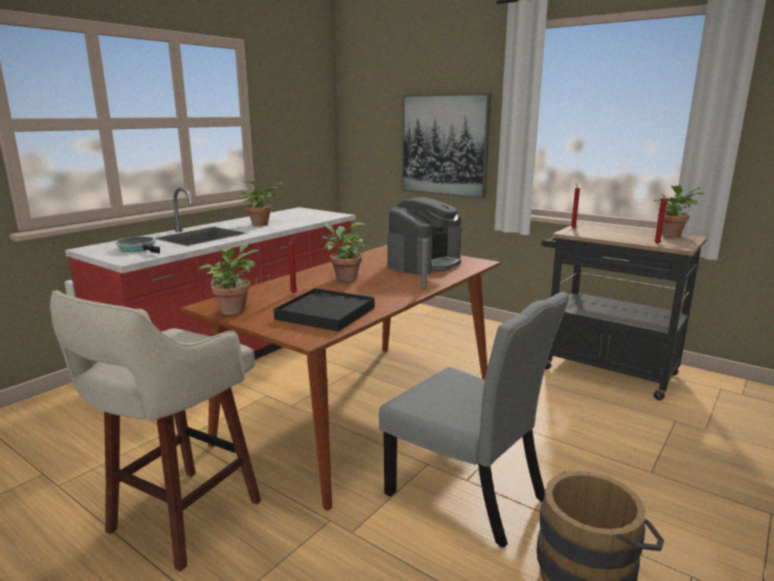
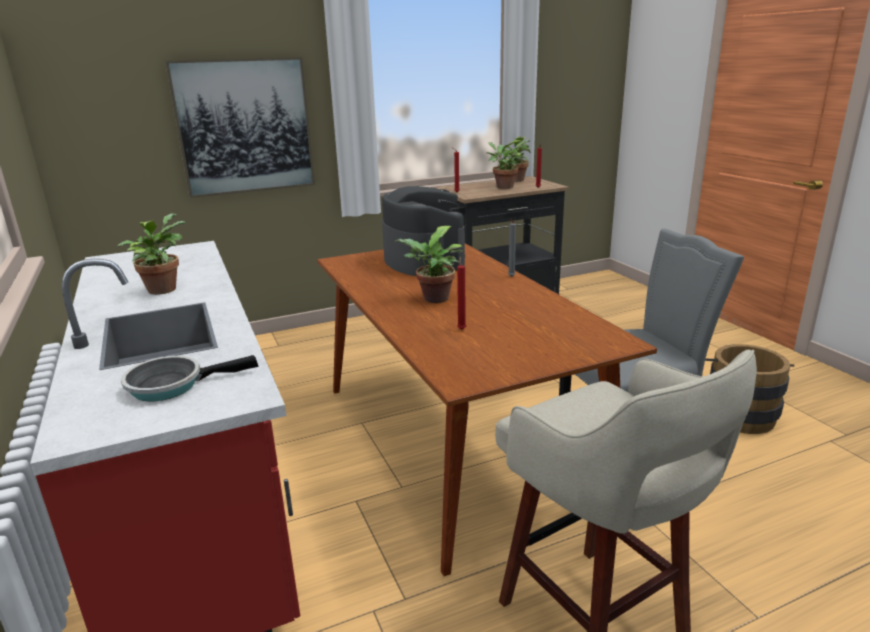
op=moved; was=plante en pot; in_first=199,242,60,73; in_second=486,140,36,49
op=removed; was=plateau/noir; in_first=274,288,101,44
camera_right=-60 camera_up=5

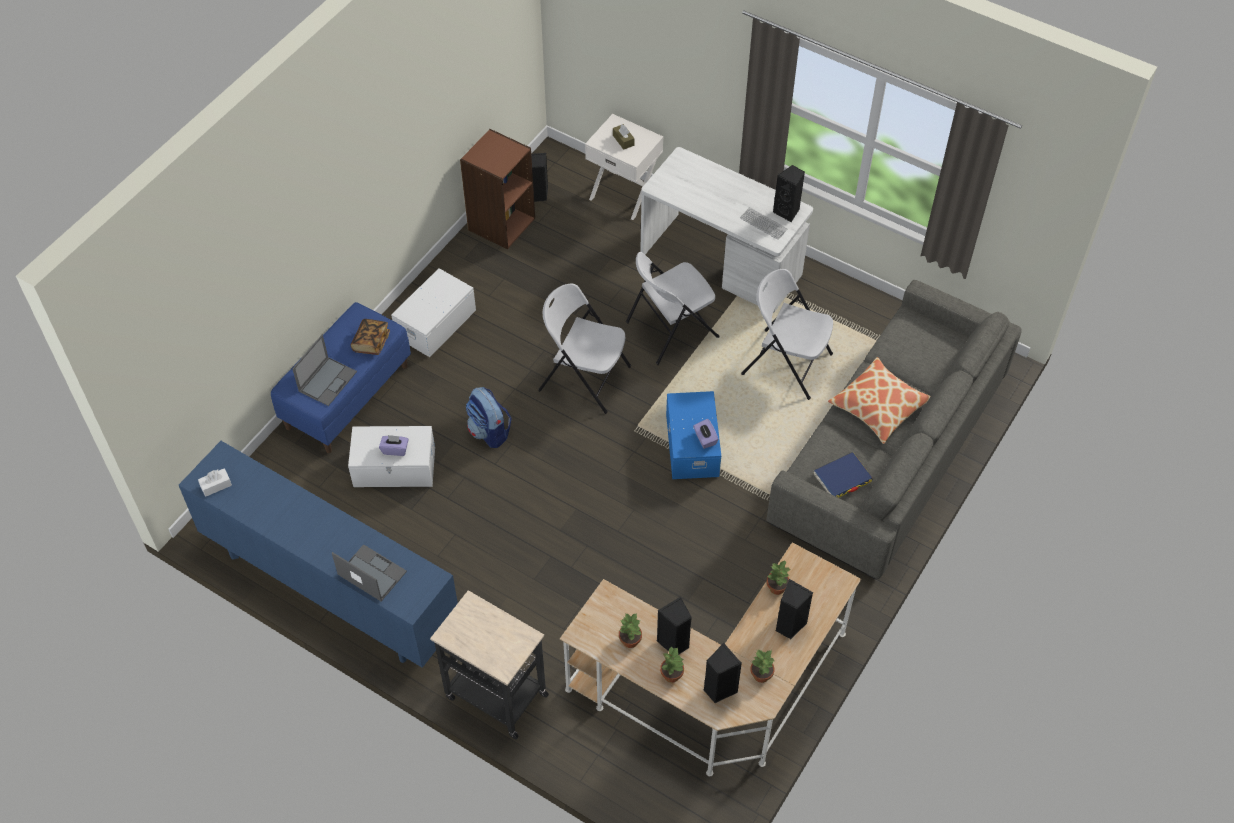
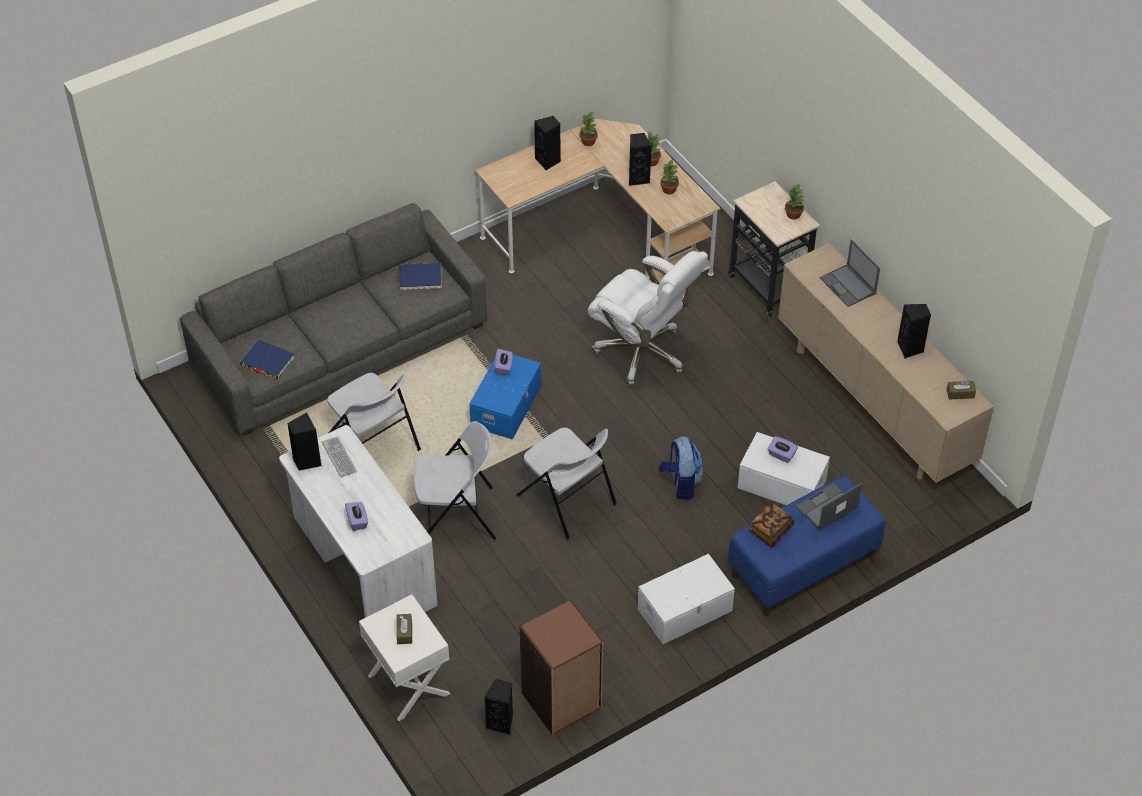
op=removed; was=coussin; in_first=828,357,103,87
op=recoloured; was=meuble de rangement/bleu; now=meuble de rangement/beige; in_first=179,441,279,227; in_second=778,243,216,240
op=recoloured; was=boîte à mouchoirs/blanc; now=boîte à mouchoirs/marron; in_first=198,468,34,29; in_second=947,380,29,20
op=moved; was=plante en pot; in_first=767,560,24,35; in_second=785,184,20,36
op=moved; was=enceinte/noir; in_first=704,643,38,60; in_second=897,304,34,55
op=added; now=chaise de bureau/blanc; in_second=588,251,120,134
op=added; now=livre/bleu; in_second=240,340,54,39
op=added; now=boîte à mouchoirs/violet; in_second=345,502,23,29
camera_right=-155 camera_up=-5

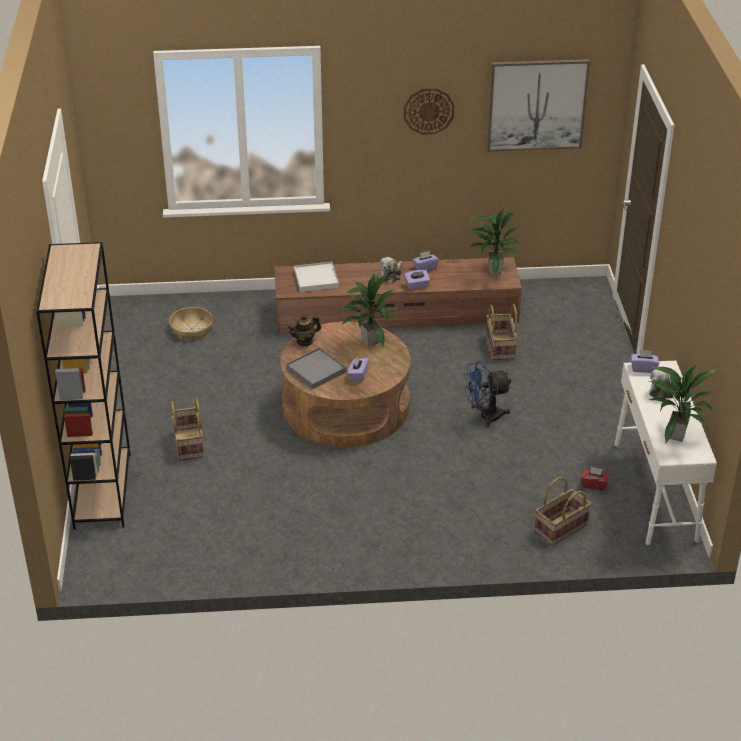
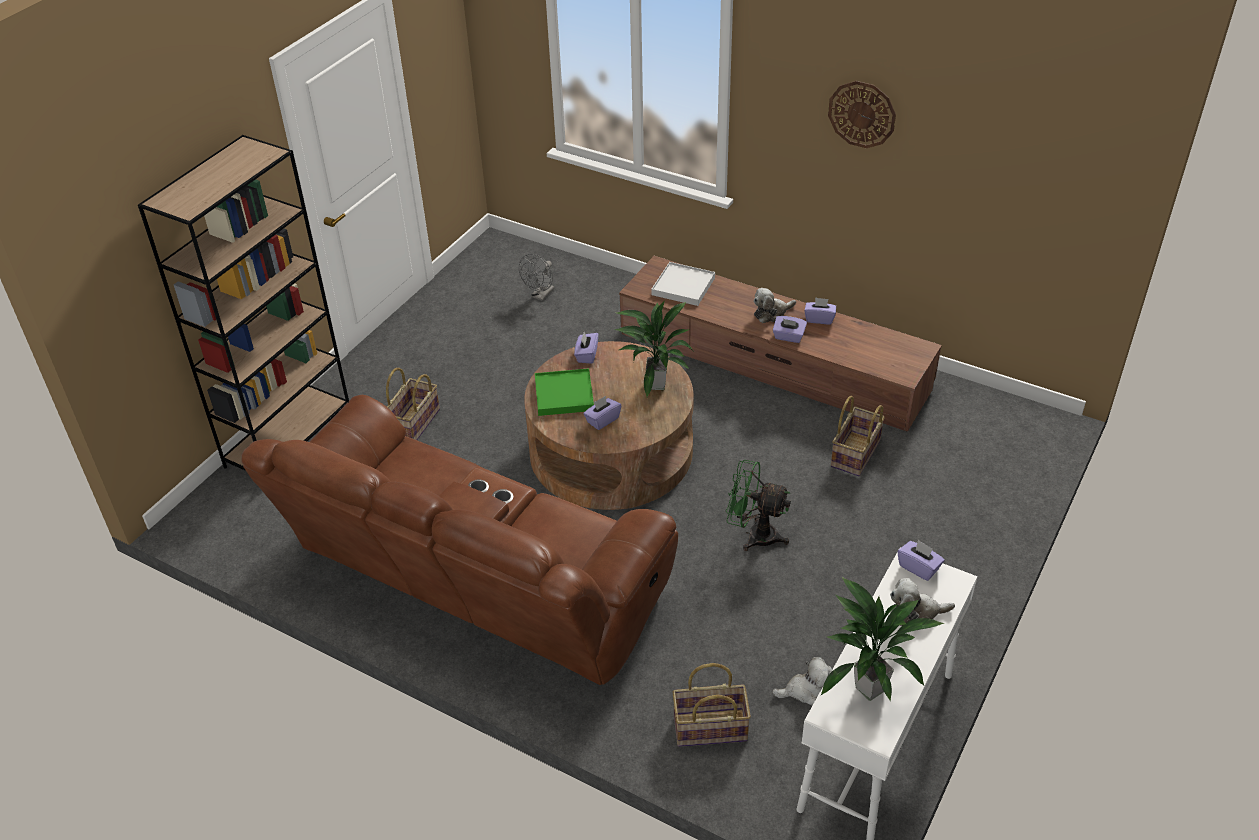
op=removed; was=tableau; in_first=487,59,103,93
op=removed; was=plante en pot; in_first=467,208,54,67
op=replaced; was=panier; now=ventilateur/gris; in_first=169,307,44,33; in_second=519,254,35,47
op=replaced; was=théière; now=boîte à mouchoirs/violet; in_first=288,315,33,31; in_second=574,332,24,31
op=recoloured; was=plateau/gris; now=plateau/vert; in_first=286,347,60,42; in_second=535,368,59,48
op=recoloured; was=ventilateur/bleu; now=ventilateur/vert; in_first=464,361,48,67; in_second=726,460,65,91
op=replaced; was=boîte à mouchoirs/rouge; now=peluche; in_first=581,467,28,24; in_second=772,657,60,49
op=added; now=canapé/marron; in_second=241,395,437,290
camera_right=35 camera_up=5

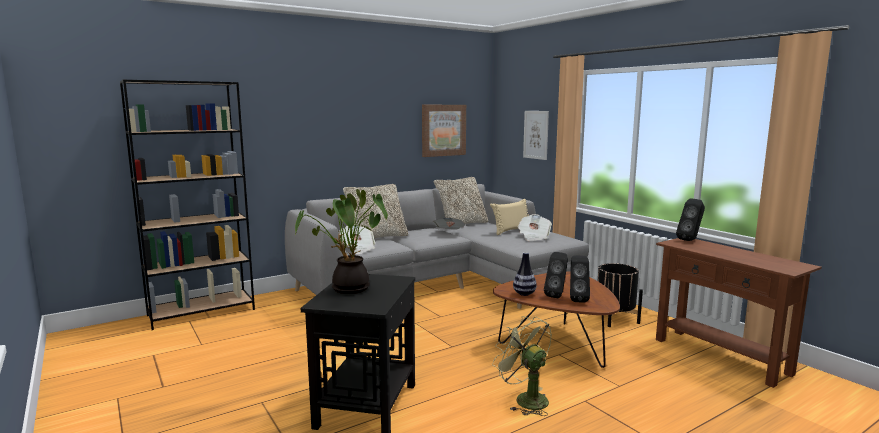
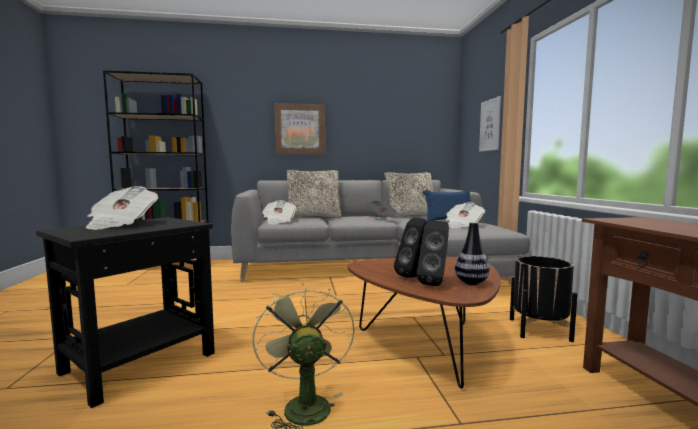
op=moved; was=tableau; in_first=422,105,44,52; in_second=274,103,51,52
op=replaced; was=plante en pot; now=journal; in_first=295,189,93,105; in_second=86,186,72,44
op=recoloured; was=coussin/beige; now=coussin/bleu; in_first=490,199,39,36; in_second=423,189,48,33
op=removed; was=enceinte/noir; in_first=676,199,29,42
op=moved; was=vase; in_first=513,252,24,44; in_second=455,222,35,63
camera_right=25 camera_up=-5

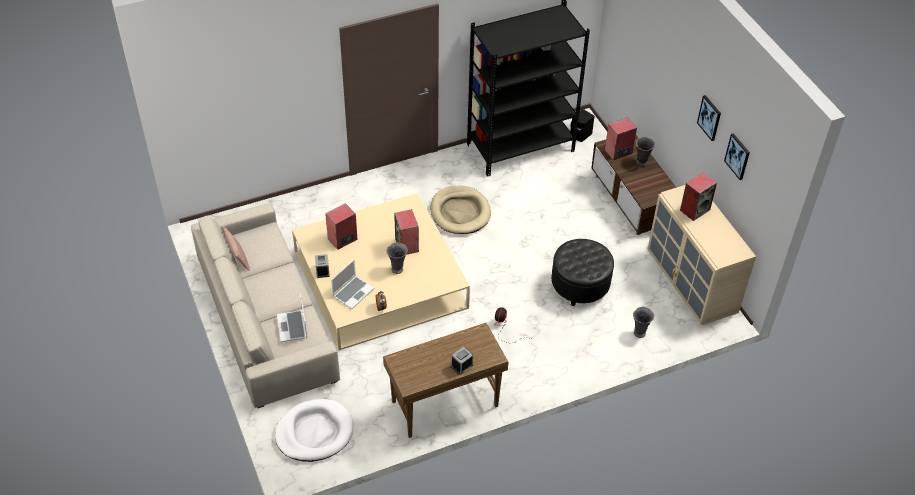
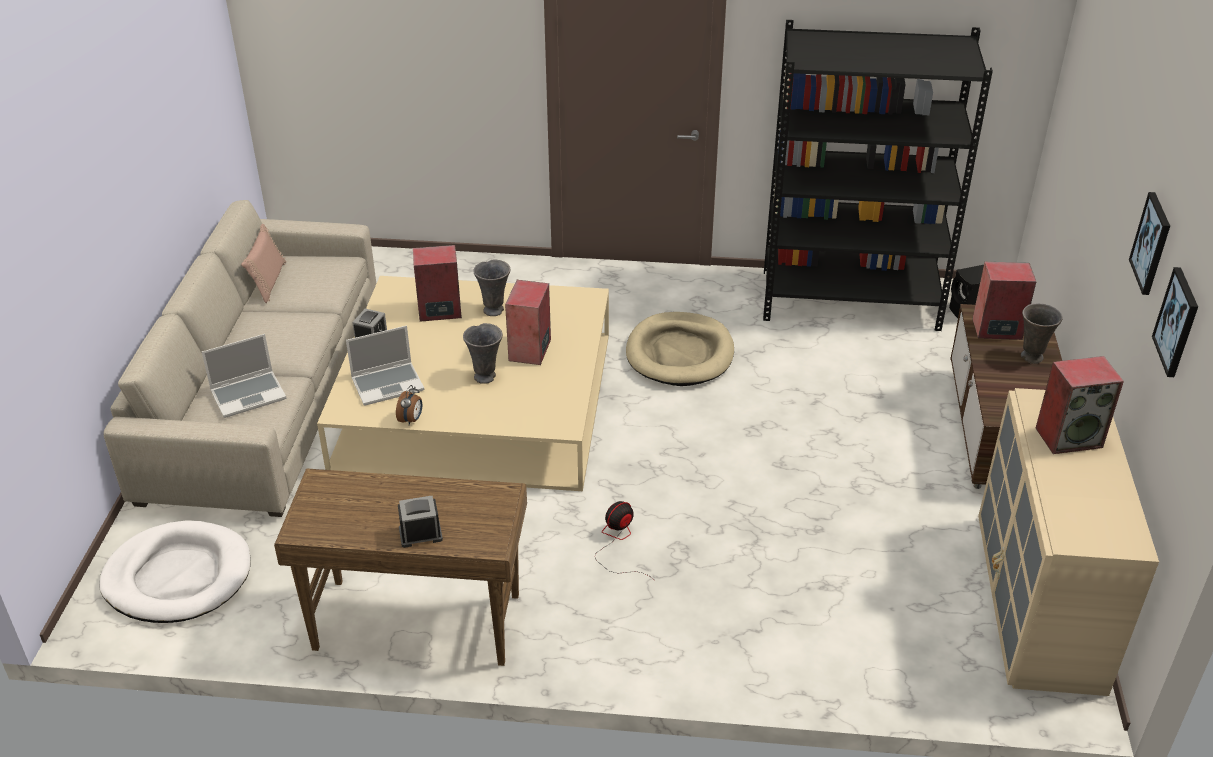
op=removed; was=pouf/noir; in_first=551,239,63,67
op=turned; was=ordinateur portable; in_first=277,294,31,48; in_second=202,334,84,84; clockwise=-135
op=moved; was=vase/gris; in_first=633,307,21,31; in_second=473,259,37,57
camera_right=30 camera_up=-10

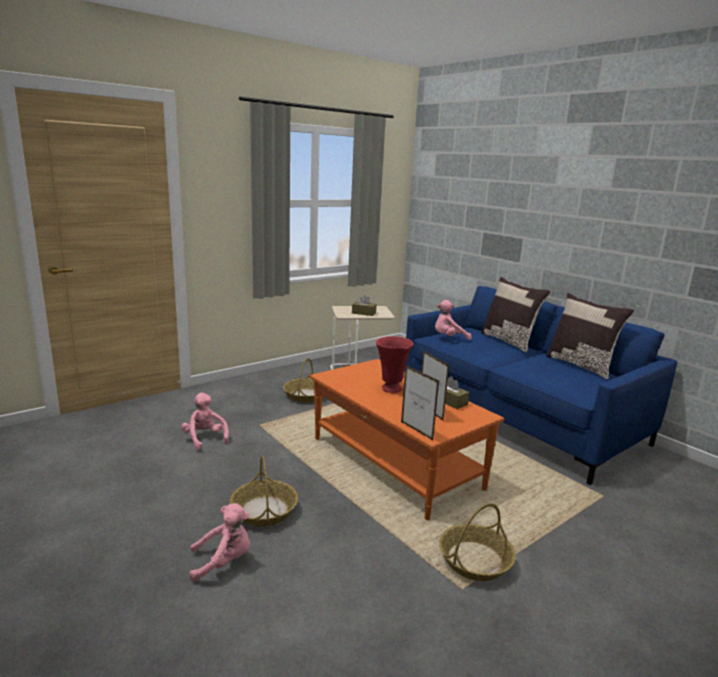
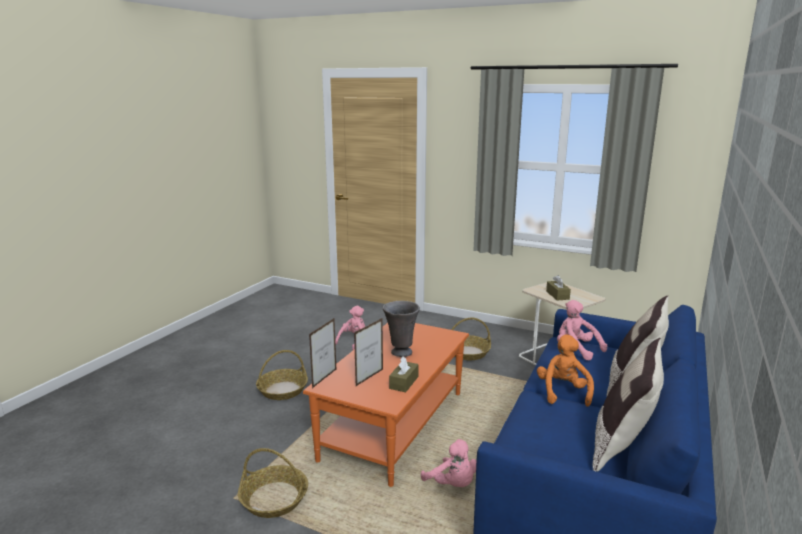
op=recoloured; was=vase/rouge; now=vase/gris; in_first=376,336,37,57; in_second=382,301,38,56
op=moved; was=peluche/rose; in_first=189,503,61,79; in_second=421,439,55,48
op=added; now=peluche/orange; in_second=537,335,57,72
camera_right=65 camera_up=0

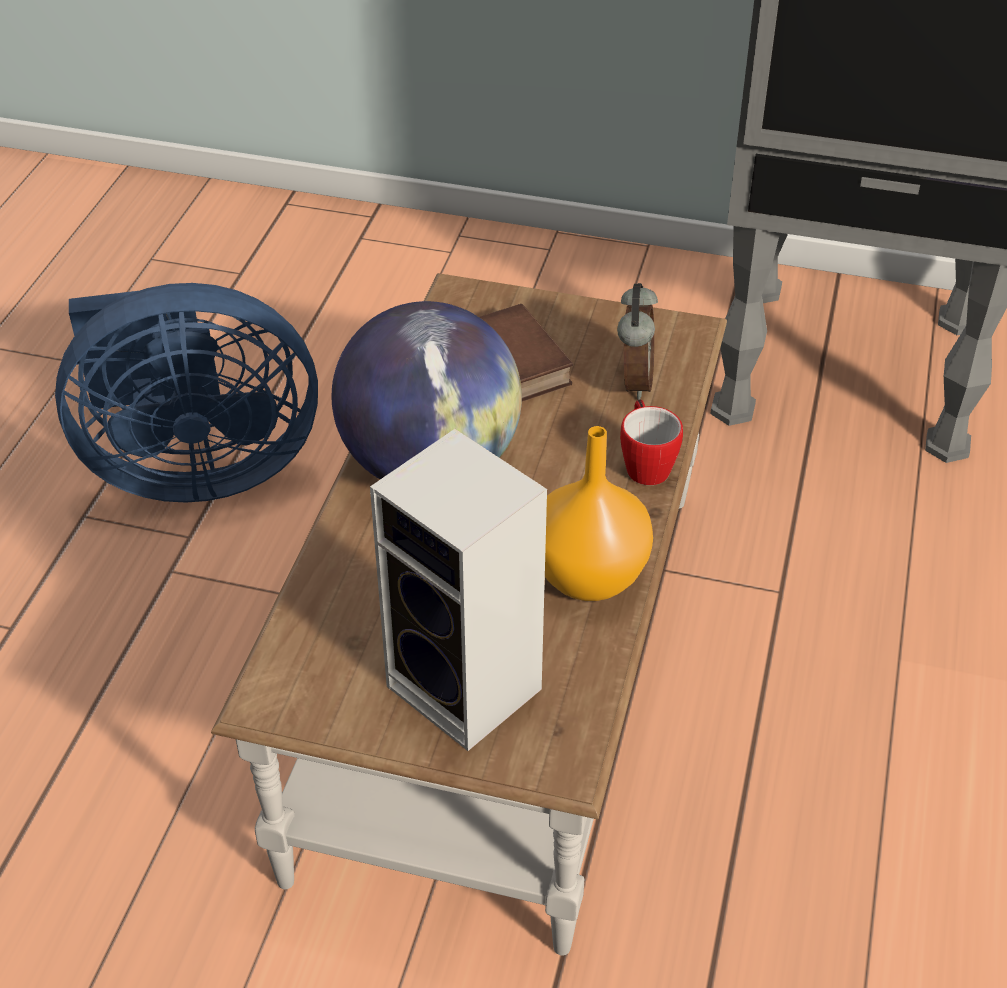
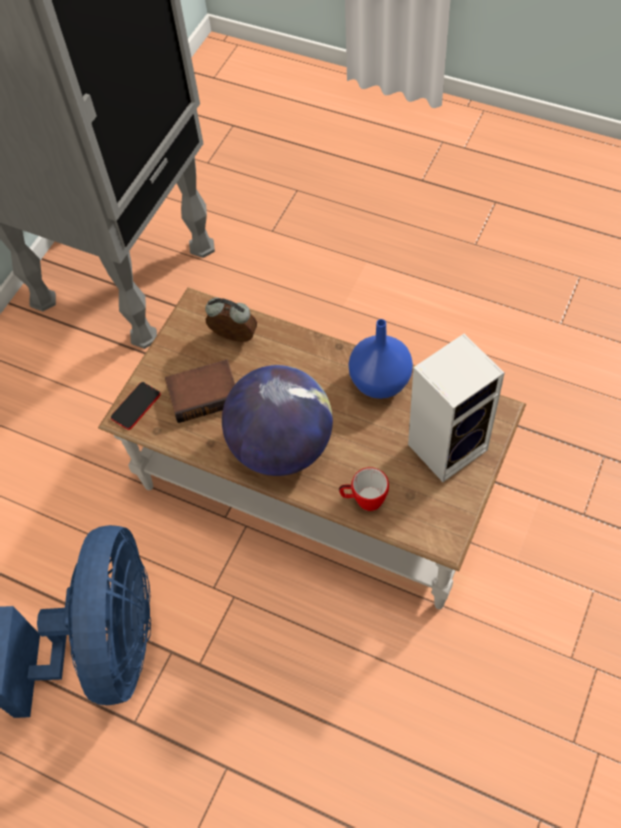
op=moved; was=mug; in_first=620,399,63,86; in_second=339,467,50,44
op=recoloured; was=vase/orange; now=vase/bleu; in_first=545,426,108,175; in_second=348,319,65,80
op=added; now=téléphone; in_second=111,382,49,48
camera_right=-75 camera_up=15

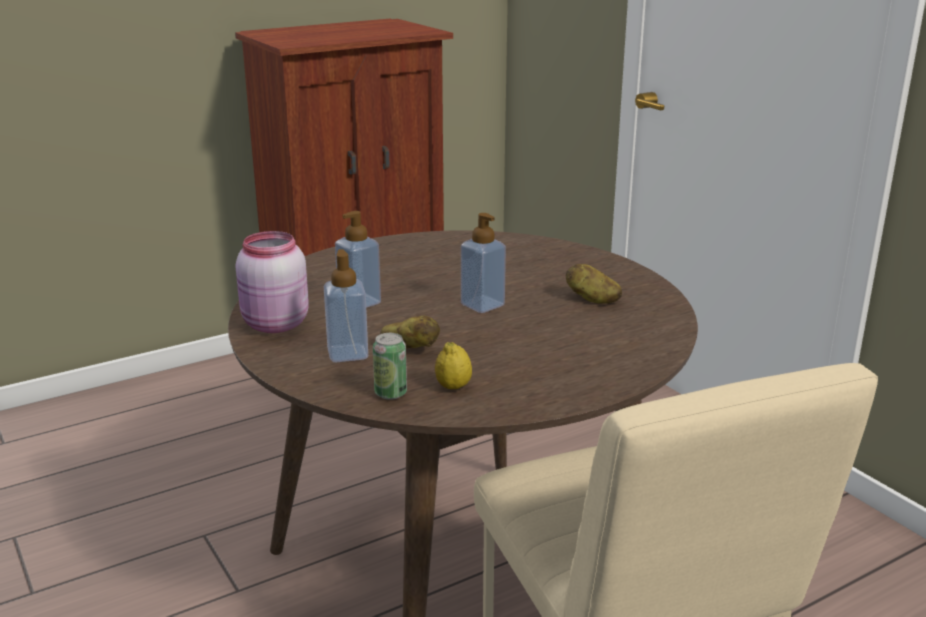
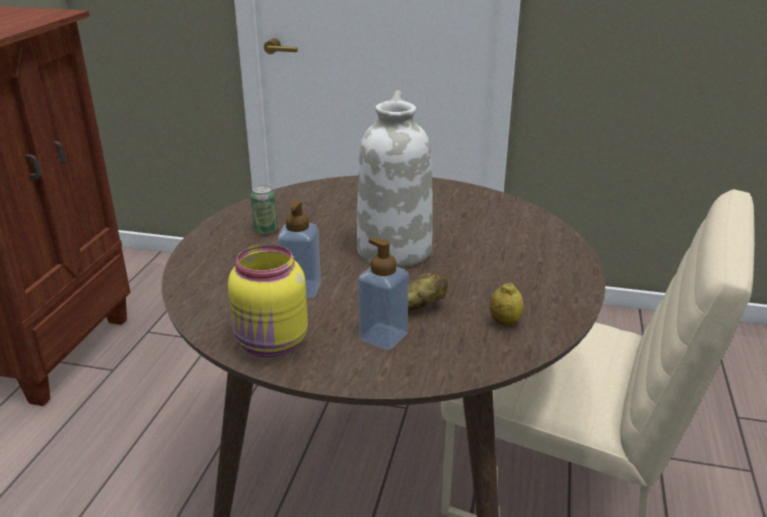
op=replaced; was=distributeur de savon; now=vase/blanc; in_first=461,213,45,100; in_second=357,90,76,177
op=recoloured; was=bocal/rose; now=bocal/jaune; in_first=236,231,73,102; in_second=228,244,80,113
op=removed; was=pomme de terre; in_first=566,264,56,40
op=moved; was=boîte métallique; in_first=373,333,34,67; in_second=250,185,28,49
camera_right=-45 camera_up=5

